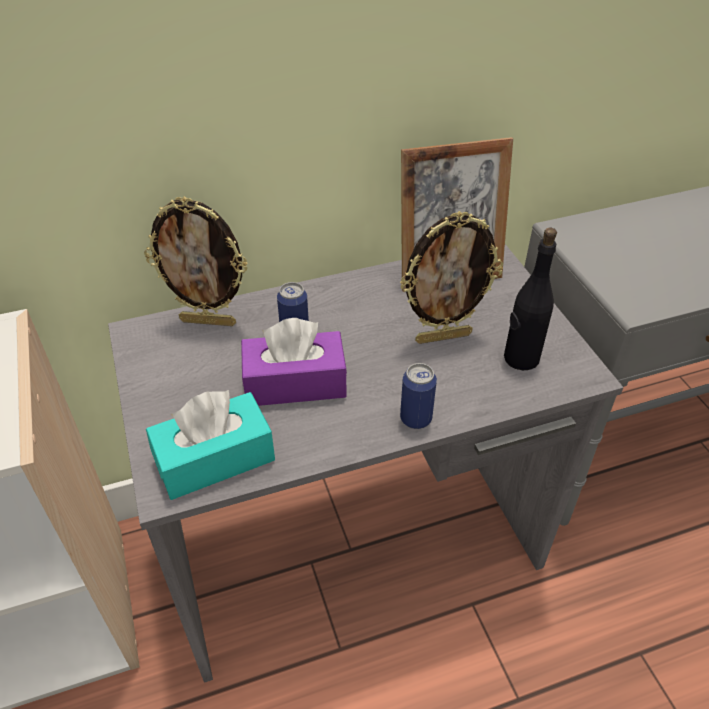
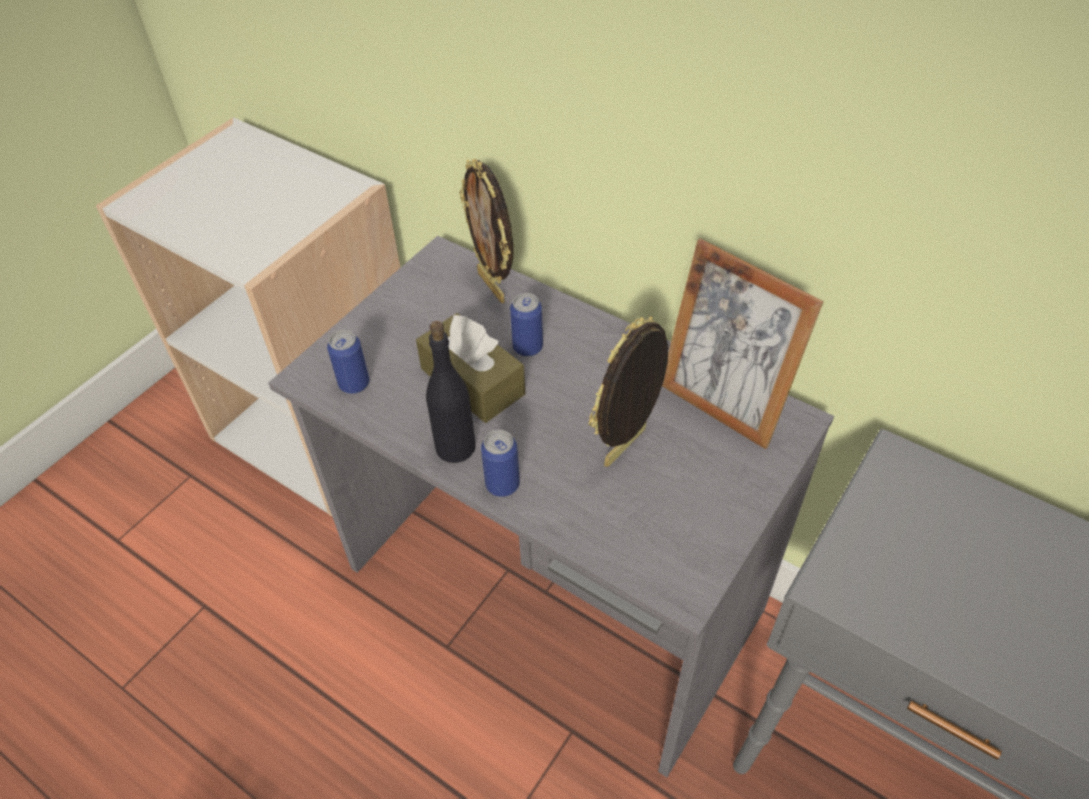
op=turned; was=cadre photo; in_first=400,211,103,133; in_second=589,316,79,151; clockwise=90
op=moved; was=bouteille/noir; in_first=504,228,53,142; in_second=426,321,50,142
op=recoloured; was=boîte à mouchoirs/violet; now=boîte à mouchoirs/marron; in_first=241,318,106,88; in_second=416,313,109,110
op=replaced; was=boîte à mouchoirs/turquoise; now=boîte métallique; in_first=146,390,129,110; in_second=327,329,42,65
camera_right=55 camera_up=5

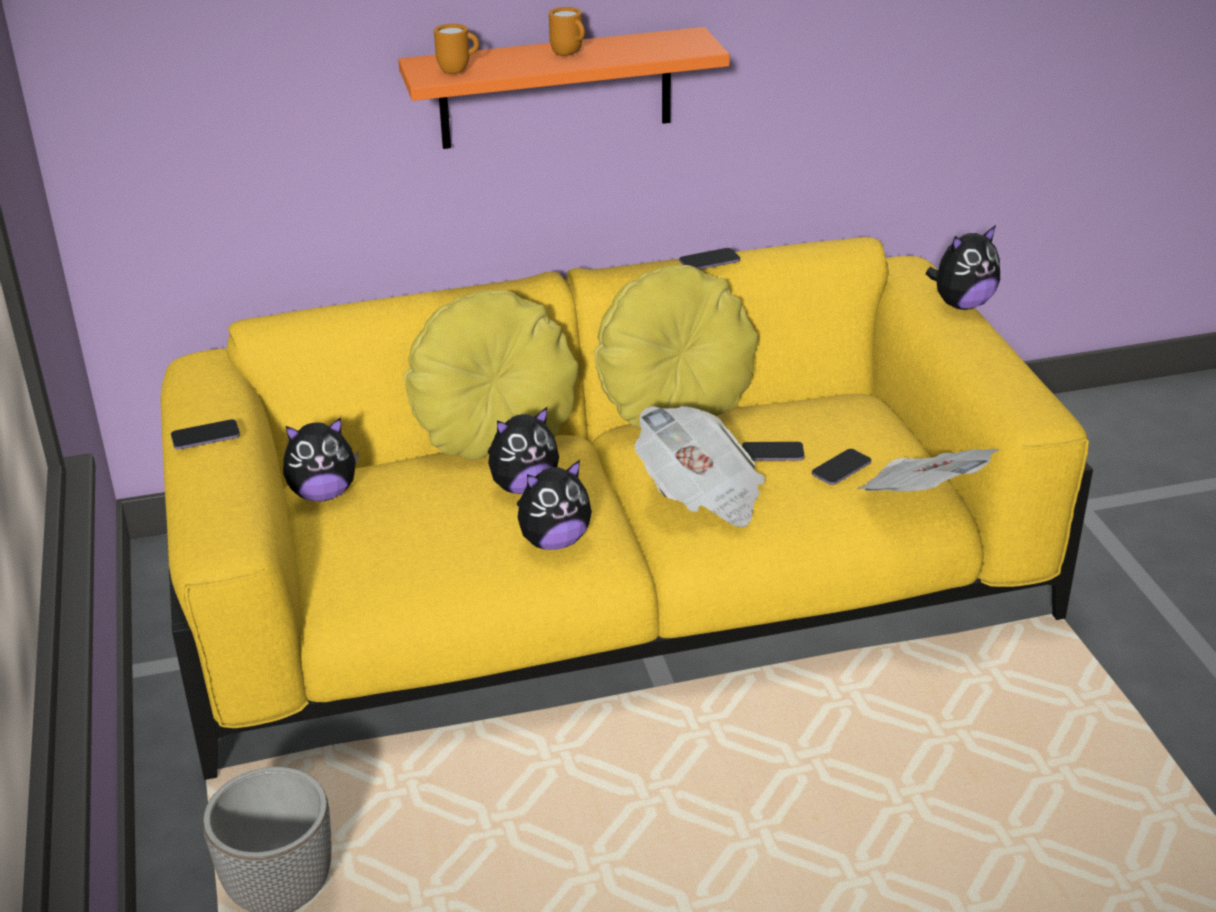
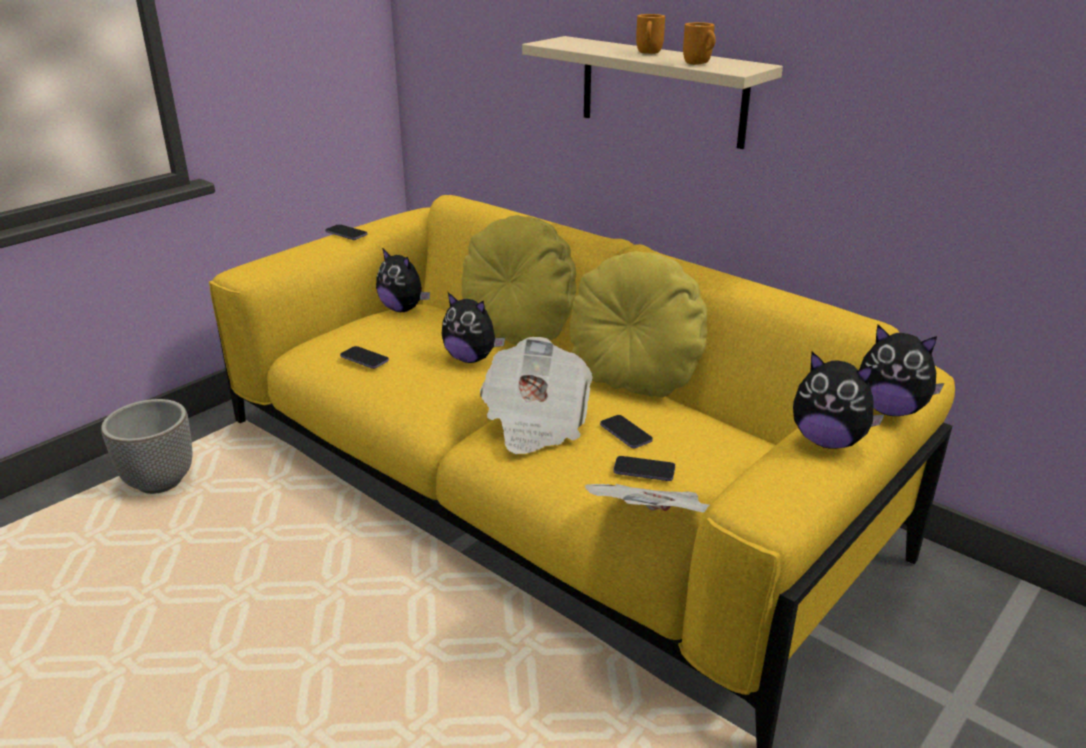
op=moved; was=mug/orange; in_first=434,24,45,50; in_second=683,22,33,43
op=recoloured; was=étagère/orange; now=étagère/beige; in_first=398,27,332,122; in_second=522,36,261,113
op=moved; was=téléphone; in_first=679,248,61,22; in_second=340,346,49,23
op=moved; was=peluche; in_first=517,460,75,90; in_second=793,352,91,97
camera_right=55 camera_up=-5

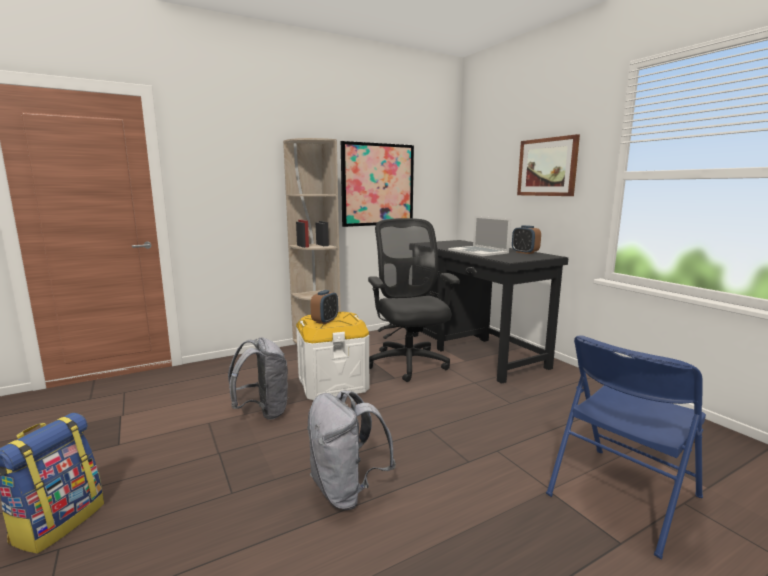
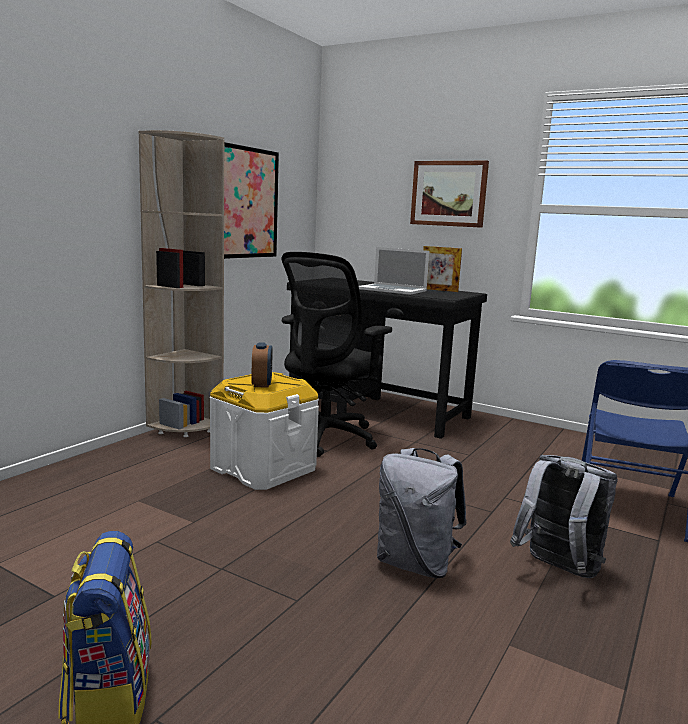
op=turned; was=chaise de bureau/noir; in_first=368,218,92,164; in_second=282,252,110,205; clockwise=-105
op=replaced; was=réveil; now=cadre photo; in_first=512,225,29,29; in_second=423,246,39,46
op=moved; was=sac à dos/gris; in_first=228,337,60,83; in_second=510,455,108,123
camera_right=-30 camera_up=0

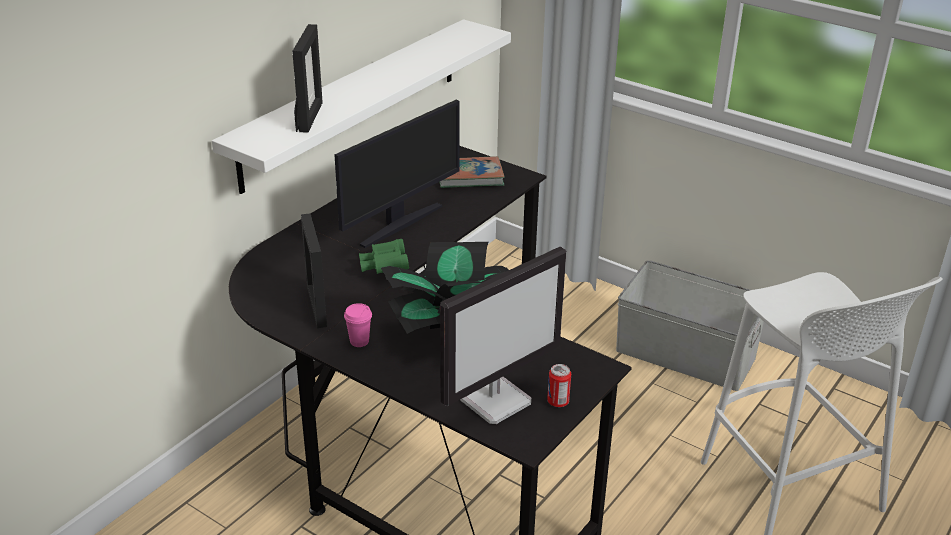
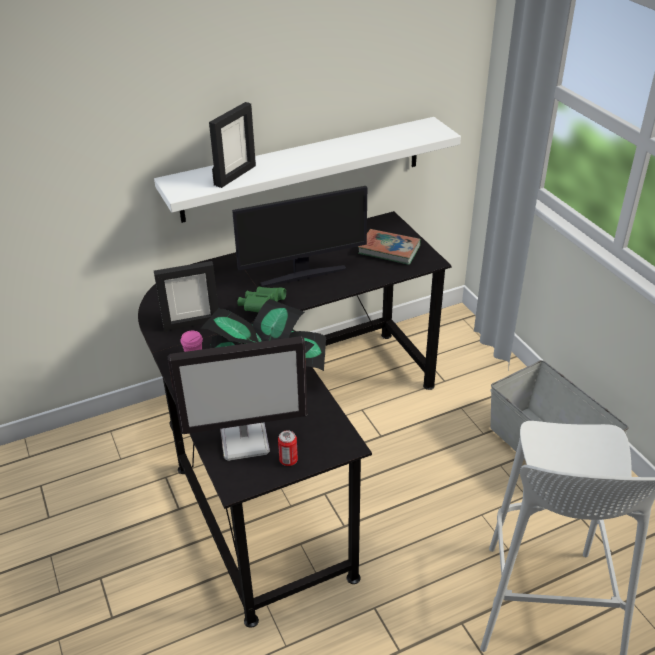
op=turned; was=cadre photo; in_first=301,213,26,115; in_second=154,261,65,71; clockwise=-120
camera_right=30 camera_up=5

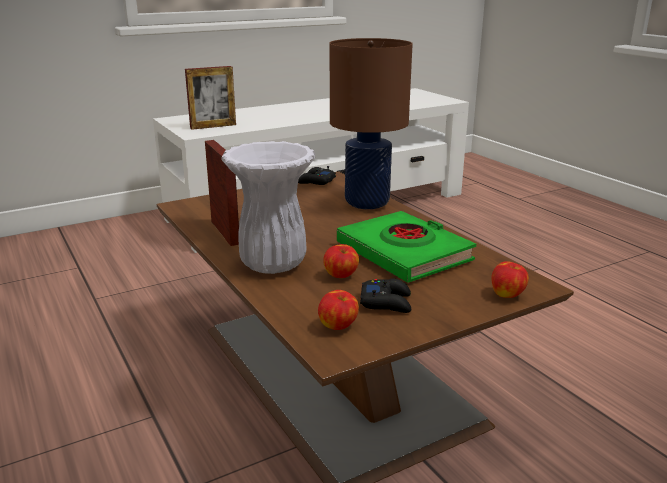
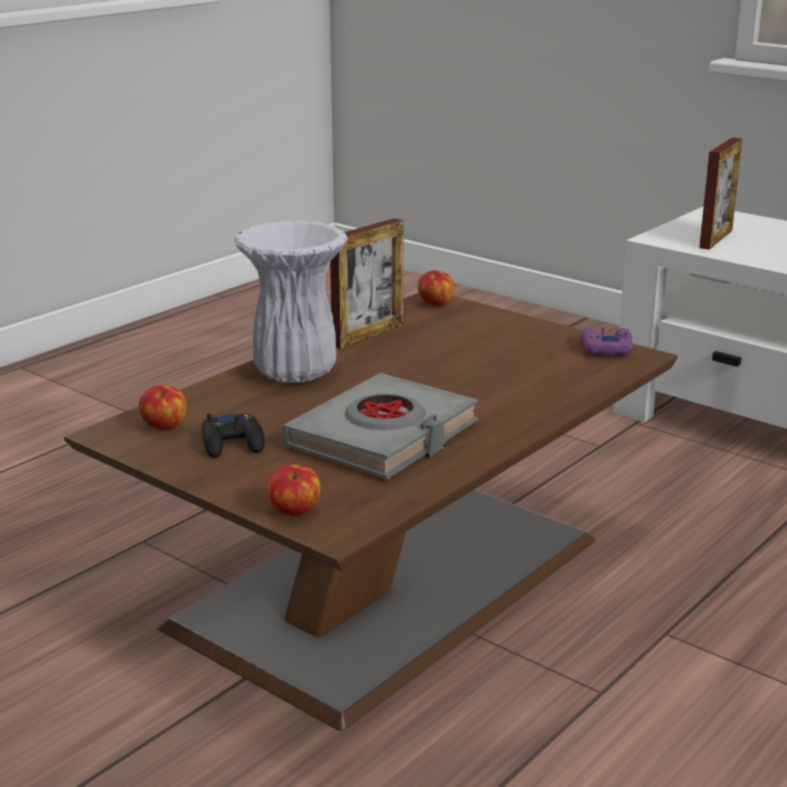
op=removed; was=lampe de table/marron; in_first=330,38,83,171
op=turned; was=cadre photo; in_first=185,66,51,64; in_second=699,137,44,113; clockwise=-105
op=recoloured; was=manette/noir; now=manette/violet; in_first=298,166,38,19; in_second=580,327,53,28
op=recoloured; was=livre/vert; now=livre/gris; in_first=337,211,139,72; in_second=282,373,196,106
op=moved; was=pomme; in_first=323,244,36,34; in_second=418,270,37,36
camera_right=70 camera_up=0

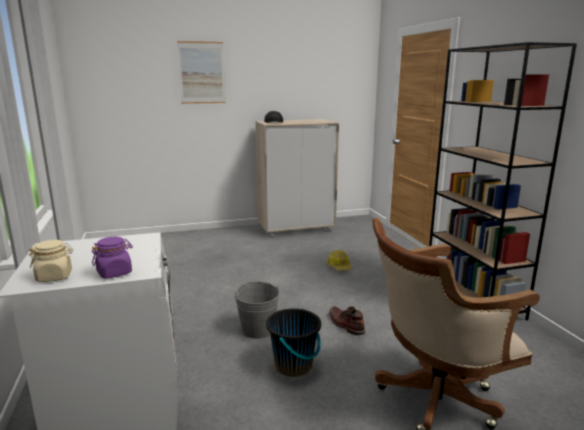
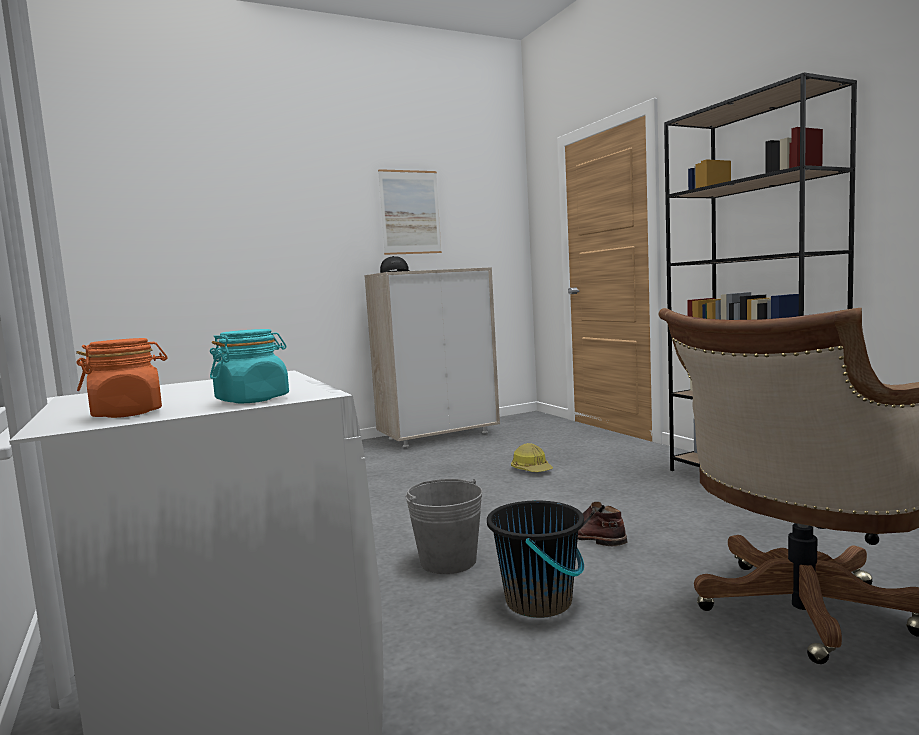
op=moved; was=tableau; in_first=177,41,49,63; in_second=378,169,64,86
op=recoloured; was=bocal/violet; now=bocal/turquoise; in_first=92,237,41,41; in_second=210,329,79,74
op=recoloured; was=bocal/beige; now=bocal/orange; in_first=29,240,44,42; in_second=76,338,92,80
camera_right=-10 camera_up=-10

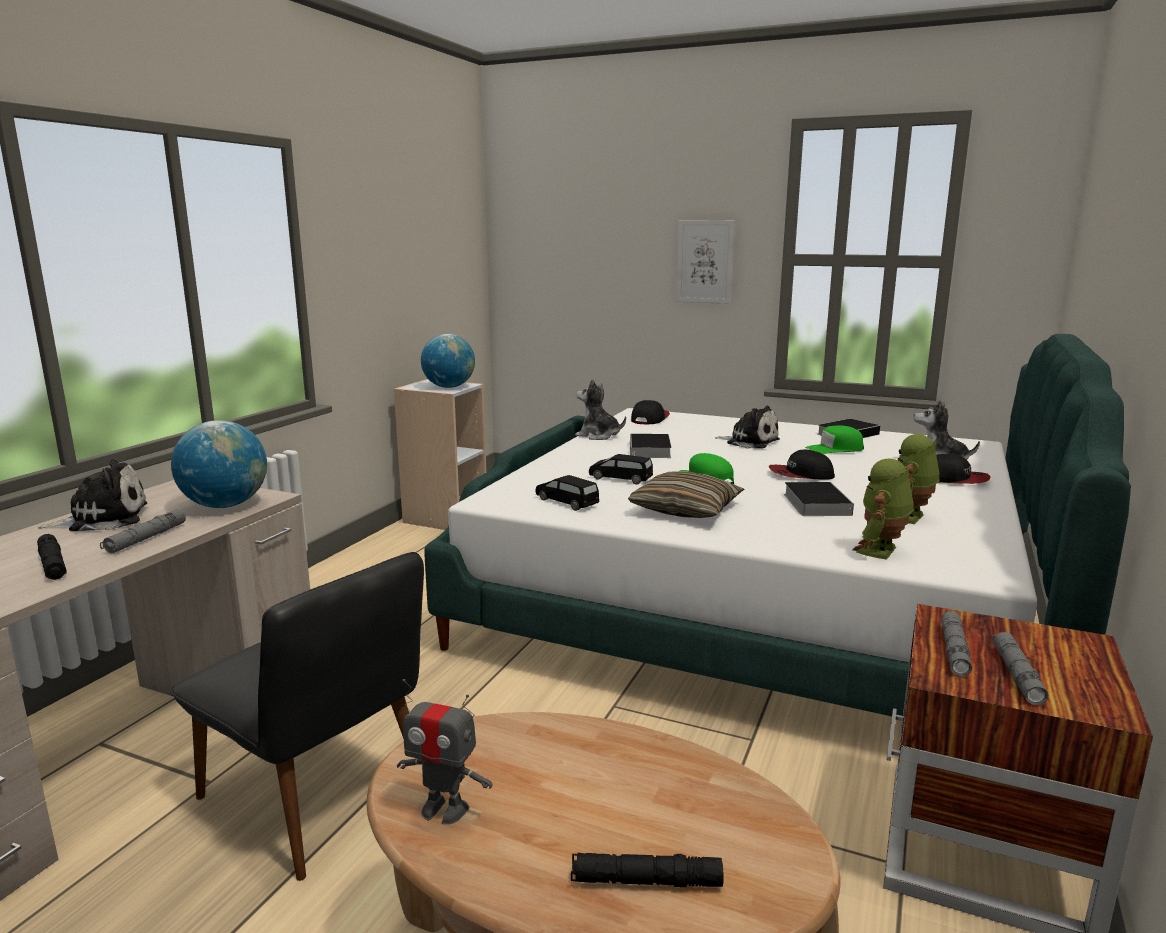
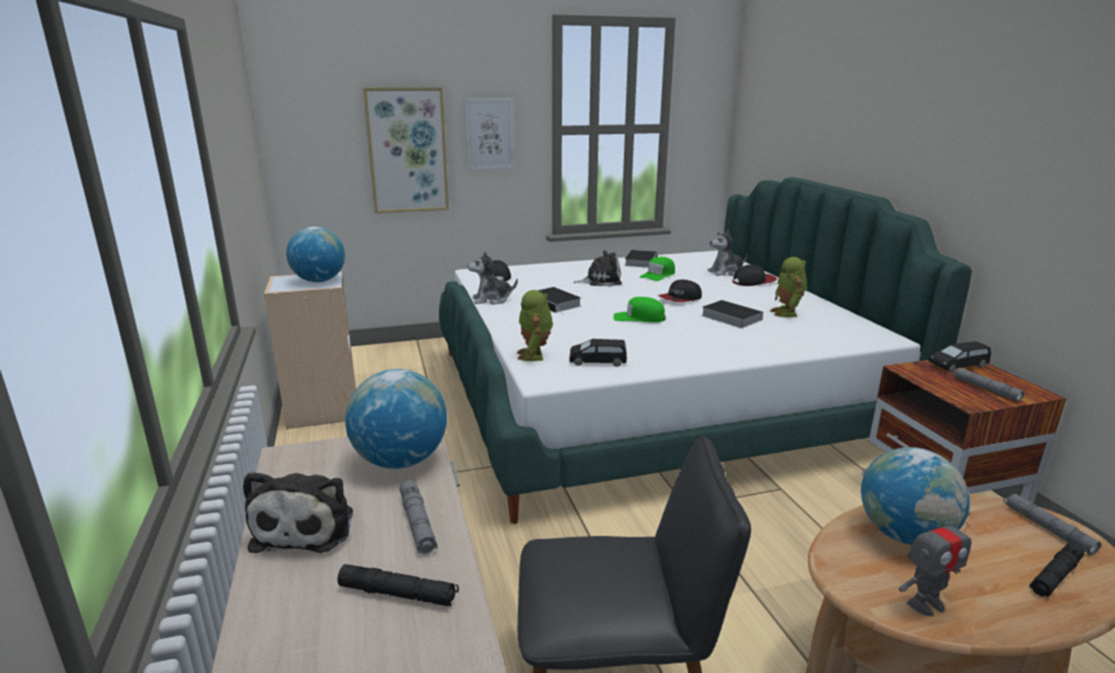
op=moved; was=petite voiture/noir; in_first=589,454,64,31; in_second=929,341,62,31
op=moved; was=robot jouet; in_first=853,458,61,102; in_second=517,290,36,71
op=turned; was=peluche; in_first=38,459,109,72; in_second=243,472,110,81; clockwise=150
op=removed; was=coussin; in_first=628,471,116,47
op=moved; was=lampe de poche/gris; in_first=941,612,31,65; in_second=1004,494,97,61
op=added; now=tableau; in_second=363,87,86,126
op=added; now=globe; in_second=861,447,109,98
camera_right=-40 camera_up=5

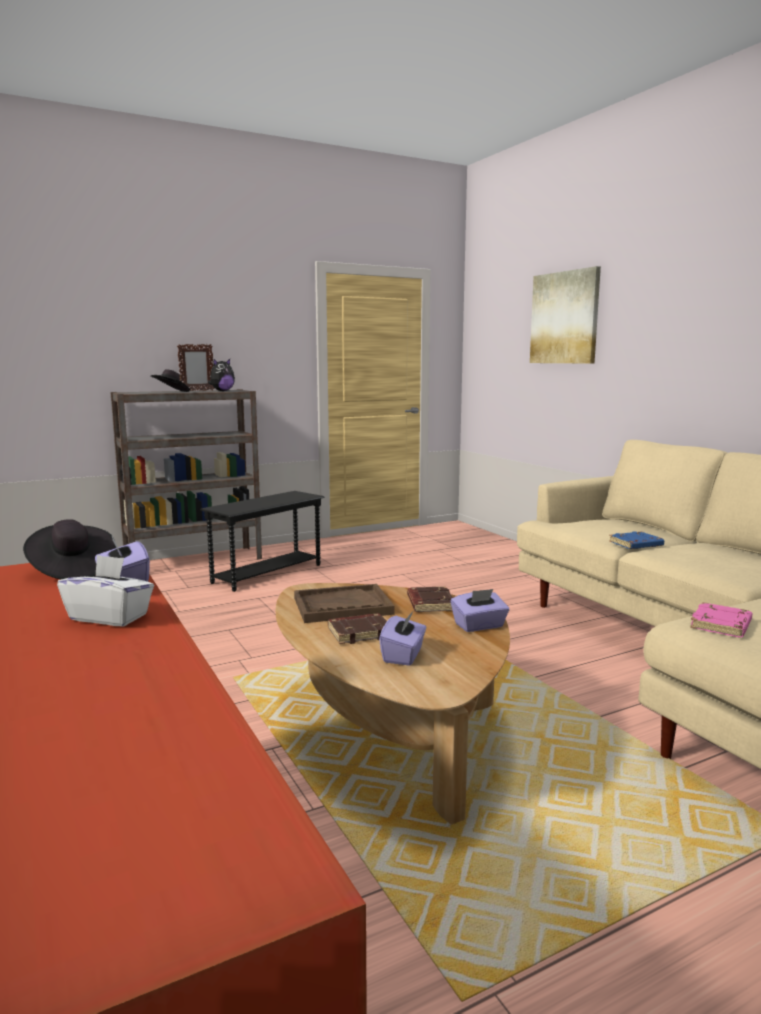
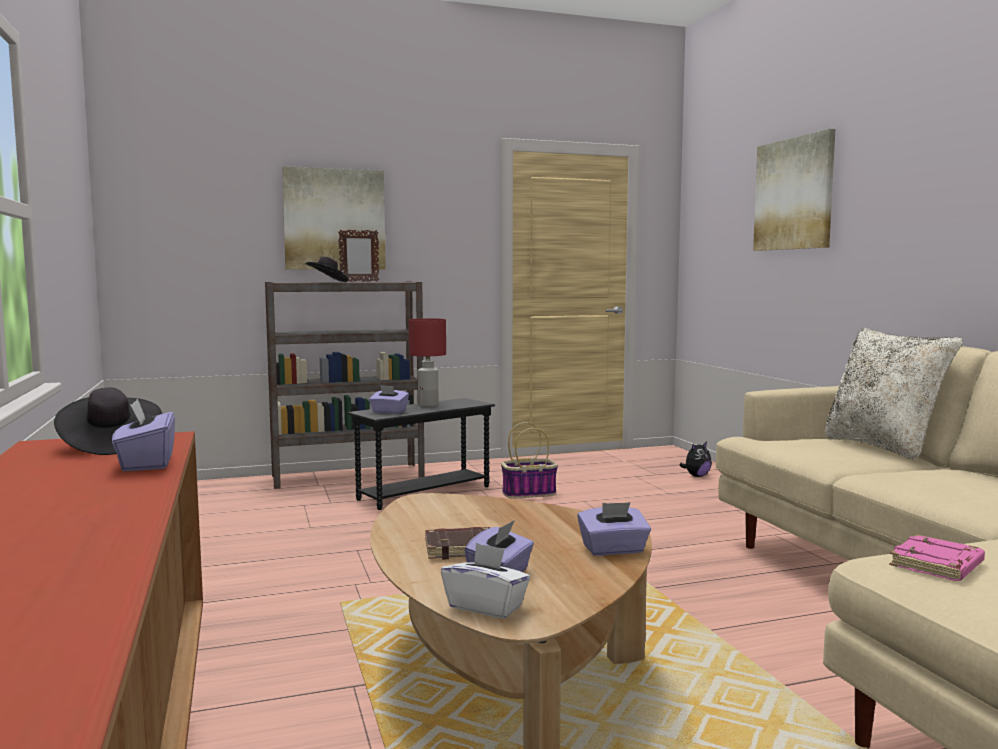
op=moved; was=peluche; in_first=208,359,27,32; in_second=679,441,33,36
op=removed; was=livre/bleu; in_first=609,531,55,18
op=moved; was=boîte à mouchoirs/blanc; in_first=57,555,97,71; in_second=441,543,89,76
op=removed; was=plateau/marron; in_first=294,584,101,39
op=removed; was=livre/marron; in_first=407,586,47,26
op=added; now=tableau; in_second=282,166,104,104
op=added; now=lampe de table/rouge; in_second=409,318,37,89
op=added; now=coussin/beige; in_second=825,328,138,131
op=added; now=boîte à mouchoirs/violet; in_second=369,385,40,29
op=added; now=panier; in_second=501,422,57,76
camera_right=10 camera_up=-5

